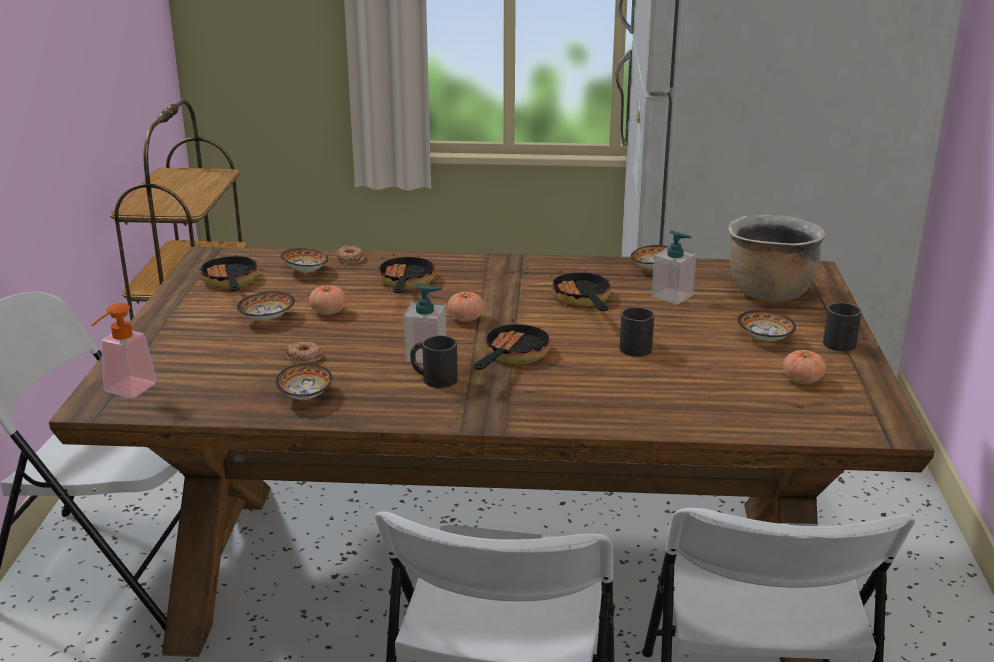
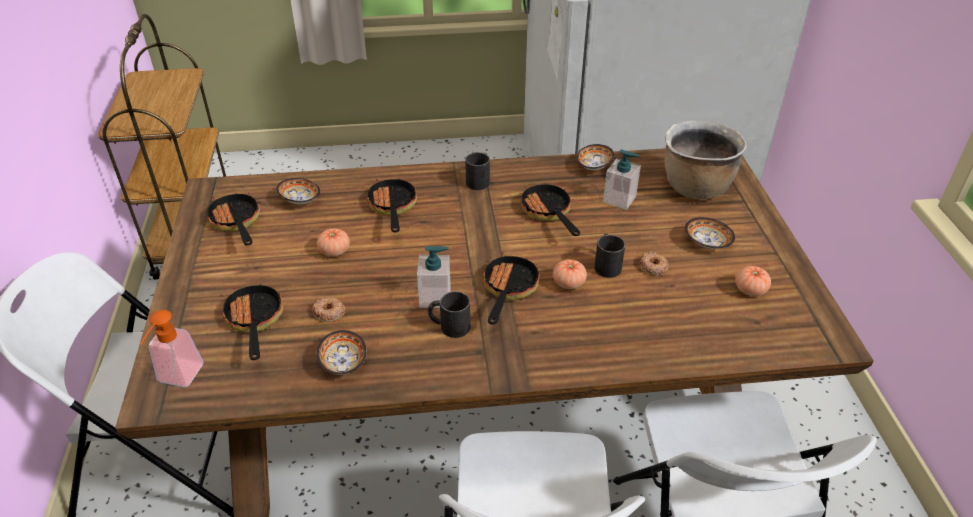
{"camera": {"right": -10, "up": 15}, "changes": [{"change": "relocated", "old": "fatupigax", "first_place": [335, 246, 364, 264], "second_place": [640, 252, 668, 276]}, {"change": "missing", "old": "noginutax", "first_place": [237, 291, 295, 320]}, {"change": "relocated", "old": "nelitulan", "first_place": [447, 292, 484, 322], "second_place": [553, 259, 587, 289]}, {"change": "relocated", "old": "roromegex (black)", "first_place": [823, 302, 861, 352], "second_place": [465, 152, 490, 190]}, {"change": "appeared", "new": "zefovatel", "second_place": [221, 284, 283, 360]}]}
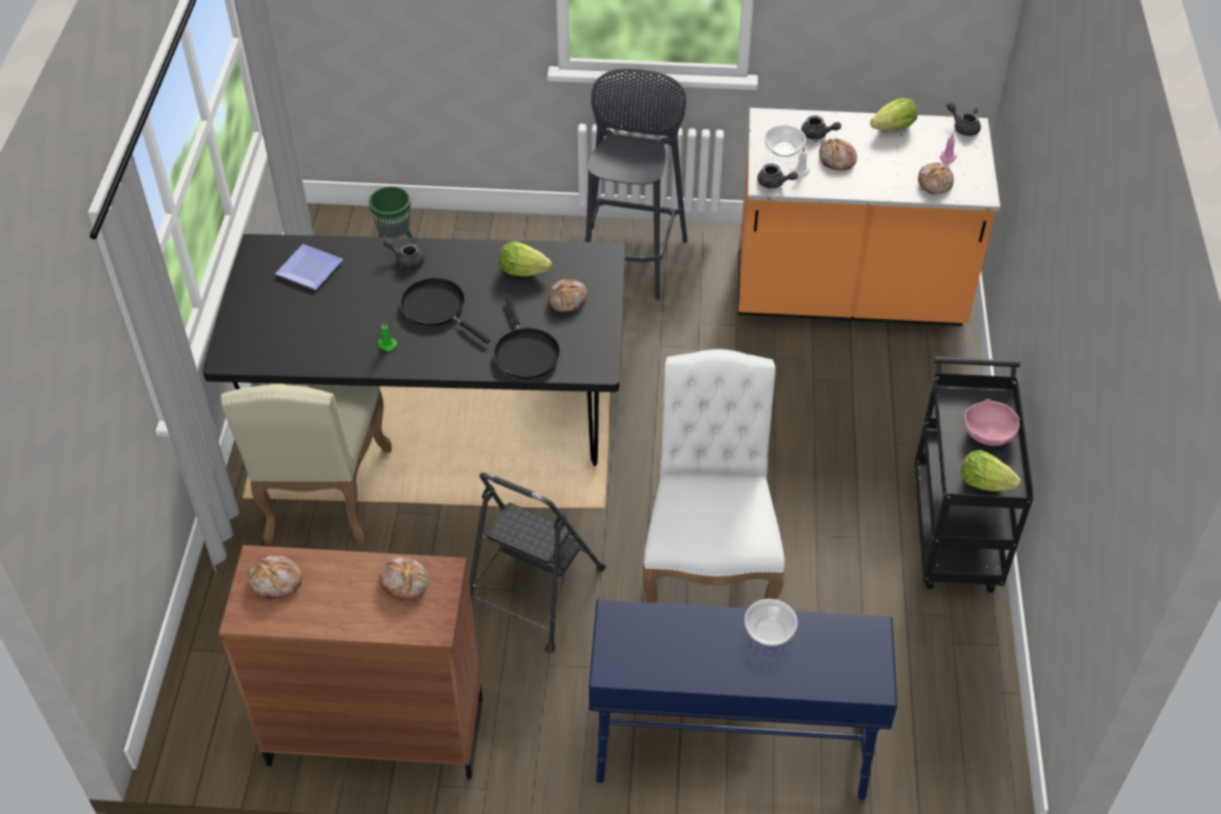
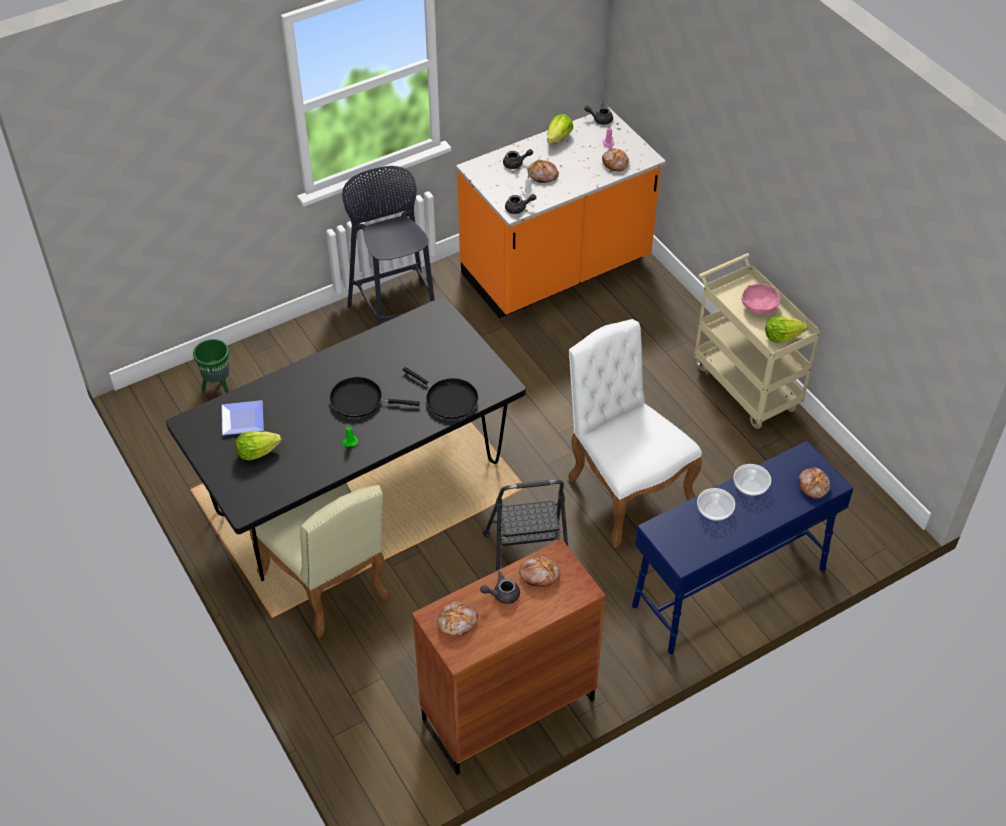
{"camera": {"right": -35, "up": 0}, "changes": [{"change": "relocated", "old": "noginutax", "first_place": [765, 125, 806, 157], "second_place": [697, 488, 735, 521]}, {"change": "relocated", "old": "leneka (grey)", "first_place": [383, 237, 424, 269], "second_place": [480, 571, 520, 604]}, {"change": "relocated", "old": "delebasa", "first_place": [499, 241, 552, 276], "second_place": [235, 431, 282, 461]}, {"change": "relocated", "old": "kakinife", "first_place": [548, 279, 588, 312], "second_place": [798, 468, 830, 499]}, {"change": "colour", "old": "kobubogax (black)", "new": "kobubogax (beige)", "first_place": [914, 357, 1033, 593], "second_place": [694, 253, 820, 429]}]}
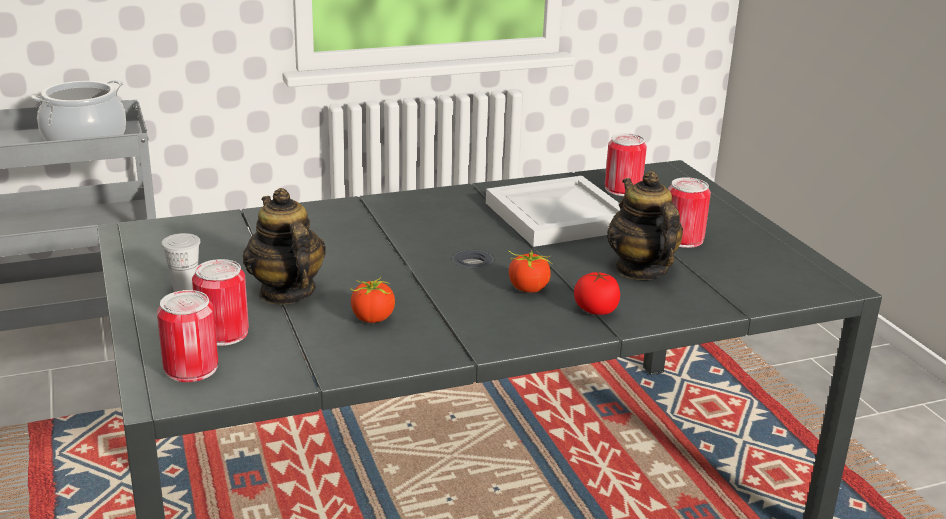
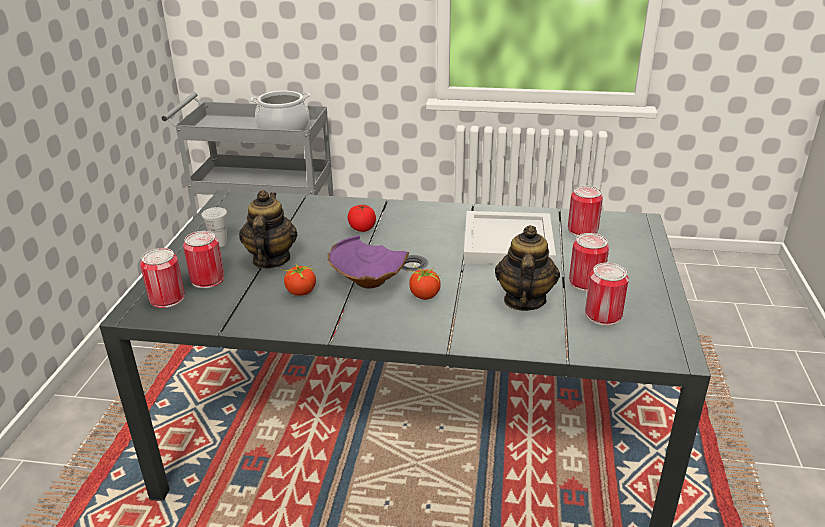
{"camera": {"right": 30, "up": 5}, "changes": [{"change": "relocated", "old": "nelitulan", "first_place": [574, 271, 620, 315], "second_place": [348, 205, 376, 232]}, {"change": "appeared", "new": "noginutax (purple)", "second_place": [327, 235, 409, 289]}, {"change": "appeared", "new": "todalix", "second_place": [585, 263, 629, 326]}]}
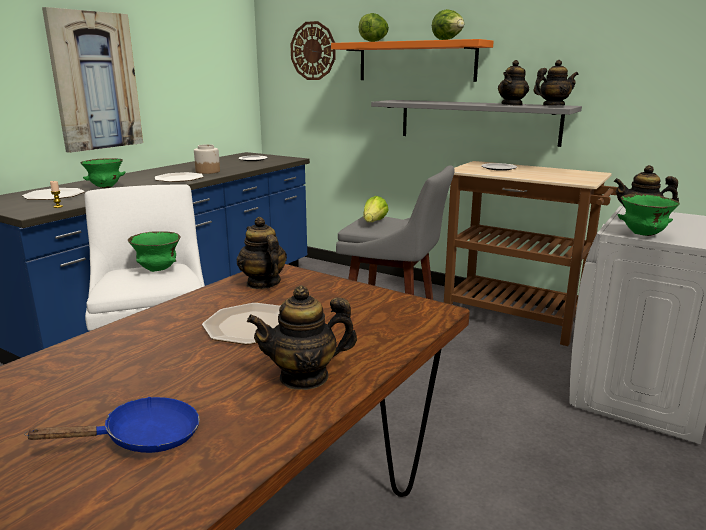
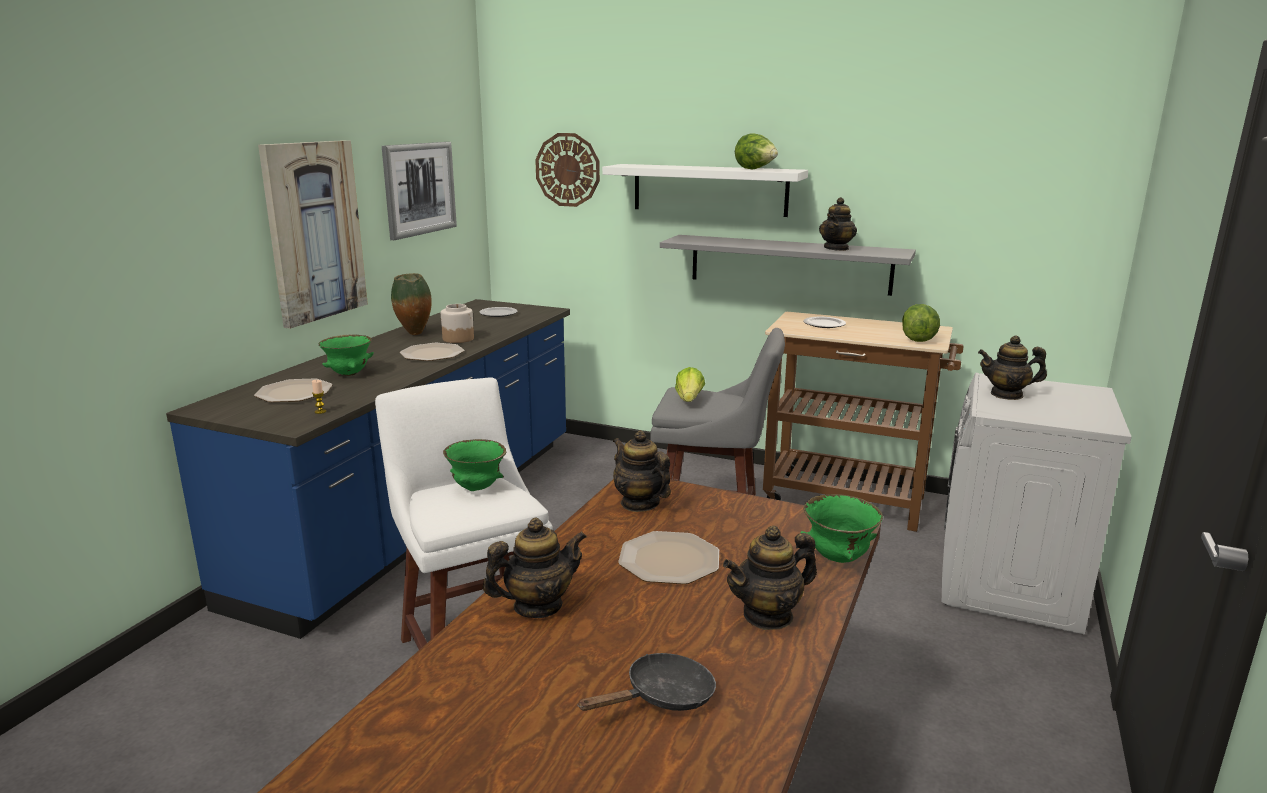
{"camera": {"right": -10, "up": 0}, "changes": [{"change": "relocated", "old": "delebasa", "first_place": [359, 13, 389, 42], "second_place": [902, 304, 940, 342]}, {"change": "colour", "old": "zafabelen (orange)", "new": "zafabelen (white)", "first_place": [331, 39, 494, 82], "second_place": [602, 164, 808, 217]}, {"change": "relocated", "old": "leneka", "first_place": [534, 60, 578, 106], "second_place": [483, 518, 587, 618]}, {"change": "relocated", "old": "noginutax (green)", "first_place": [618, 194, 680, 236], "second_place": [800, 494, 883, 563]}, {"change": "colour", "old": "zefovatel (blue)", "new": "zefovatel (black)", "first_place": [24, 397, 200, 453], "second_place": [577, 653, 716, 711]}, {"change": "appeared", "new": "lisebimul", "second_place": [382, 142, 457, 240]}, {"change": "appeared", "new": "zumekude", "second_place": [391, 273, 432, 335]}]}
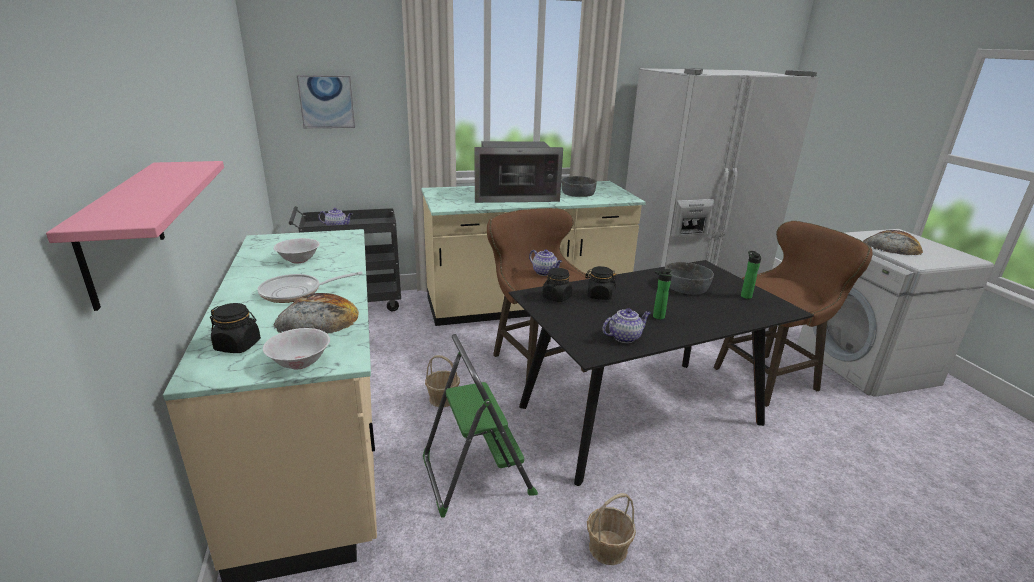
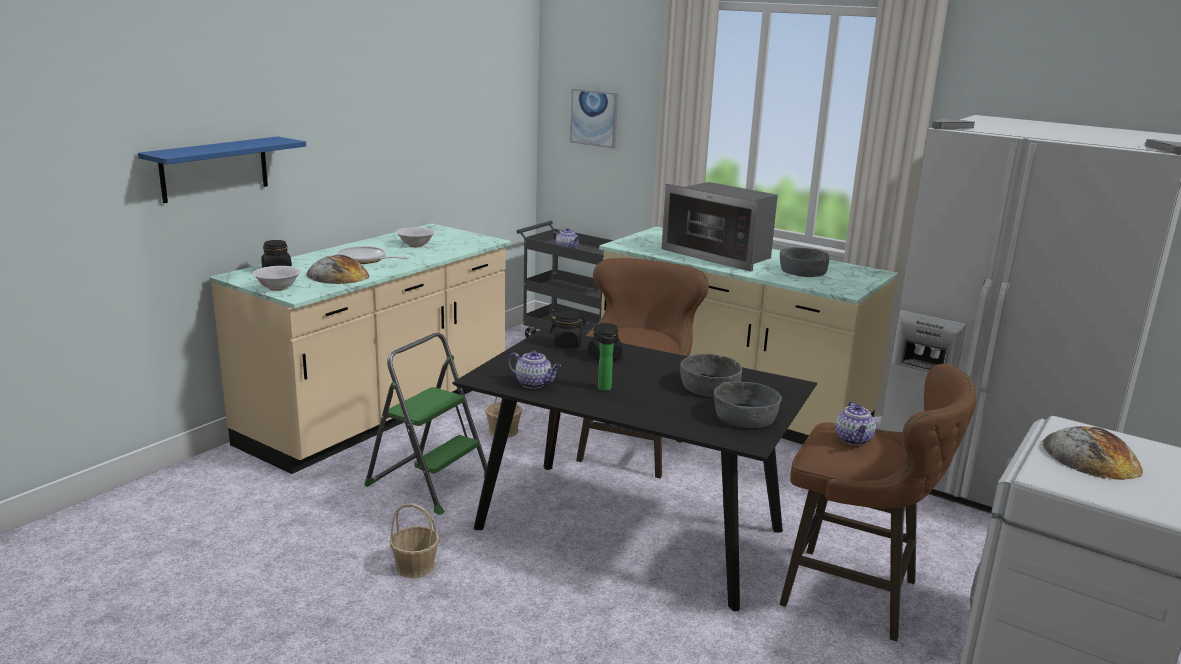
{"camera": {"right": 50, "up": -5}, "changes": [{"change": "colour", "old": "zafabelen (pink)", "new": "zafabelen (blue)", "first_place": [46, 161, 224, 311], "second_place": [138, 137, 306, 203]}, {"change": "relocated", "old": "leneka", "first_place": [529, 249, 562, 276], "second_place": [835, 401, 876, 445]}, {"change": "exchanged", "old": "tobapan", "new": "noginutax (grey)", "first_place": [741, 251, 761, 299], "second_place": [714, 381, 782, 428]}]}
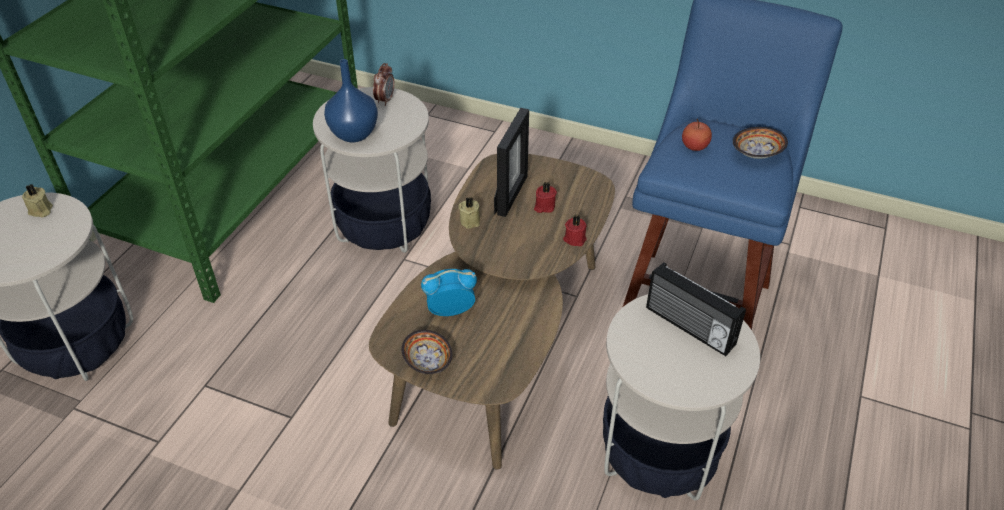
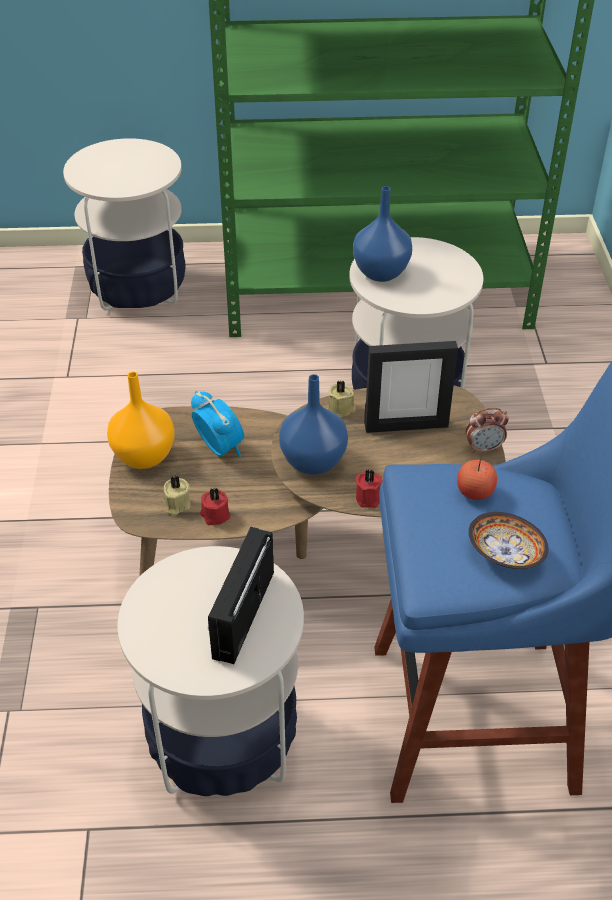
{"camera": {"right": 65, "up": 0}, "changes": [{"change": "relocated", "old": "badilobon", "first_place": [373, 63, 395, 106], "second_place": [466, 408, 509, 454]}, {"change": "relocated", "old": "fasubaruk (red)", "first_place": [534, 182, 557, 213], "second_place": [200, 488, 230, 525]}, {"change": "relocated", "old": "fasubaruk (beige)", "first_place": [22, 184, 53, 218], "second_place": [164, 476, 191, 515]}, {"change": "exchanged", "old": "noginutax", "new": "zumekude (orange)", "first_place": [401, 330, 452, 374], "second_place": [107, 372, 175, 469]}, {"change": "appeared", "new": "zumekude (blue)", "second_place": [279, 374, 348, 475]}]}
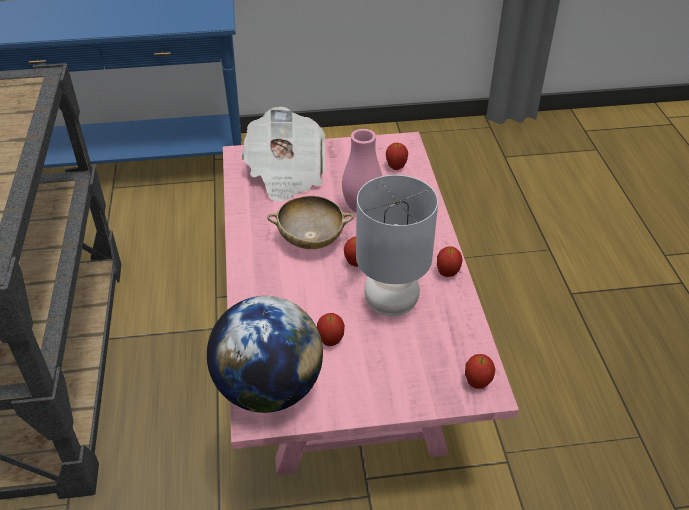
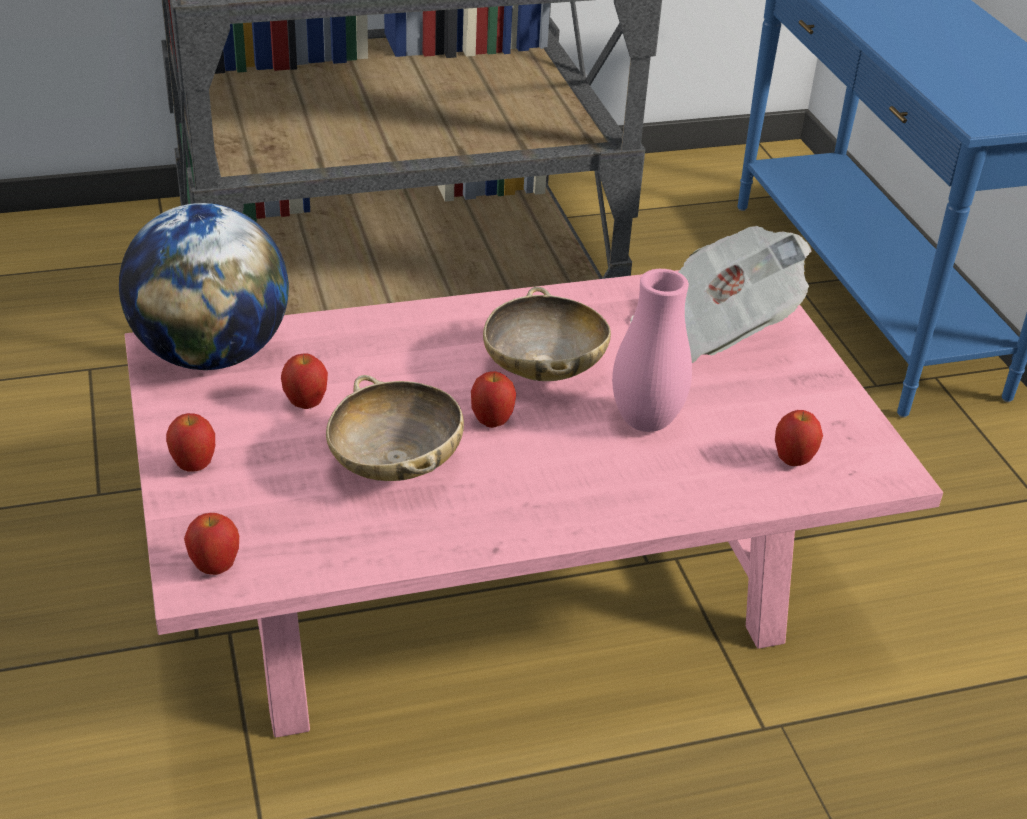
{"camera": {"right": 80, "up": -5}, "changes": [{"change": "exchanged", "old": "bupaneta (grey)", "new": "noginutax (beige)", "first_place": [356, 175, 438, 316], "second_place": [326, 375, 464, 481]}, {"change": "relocated", "old": "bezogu", "first_place": [437, 246, 462, 277], "second_place": [166, 413, 215, 472]}]}
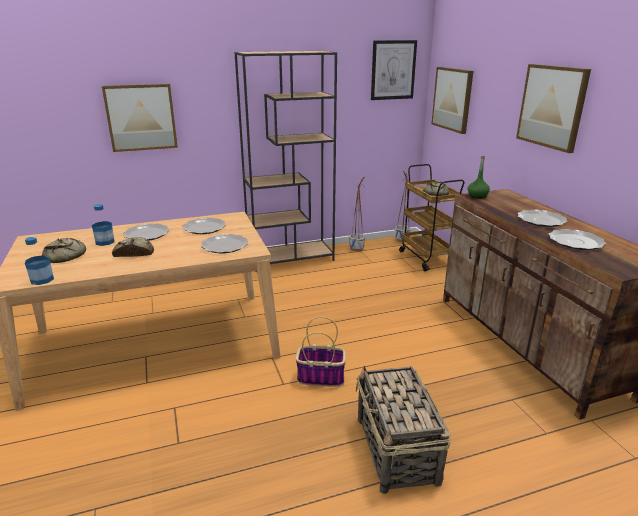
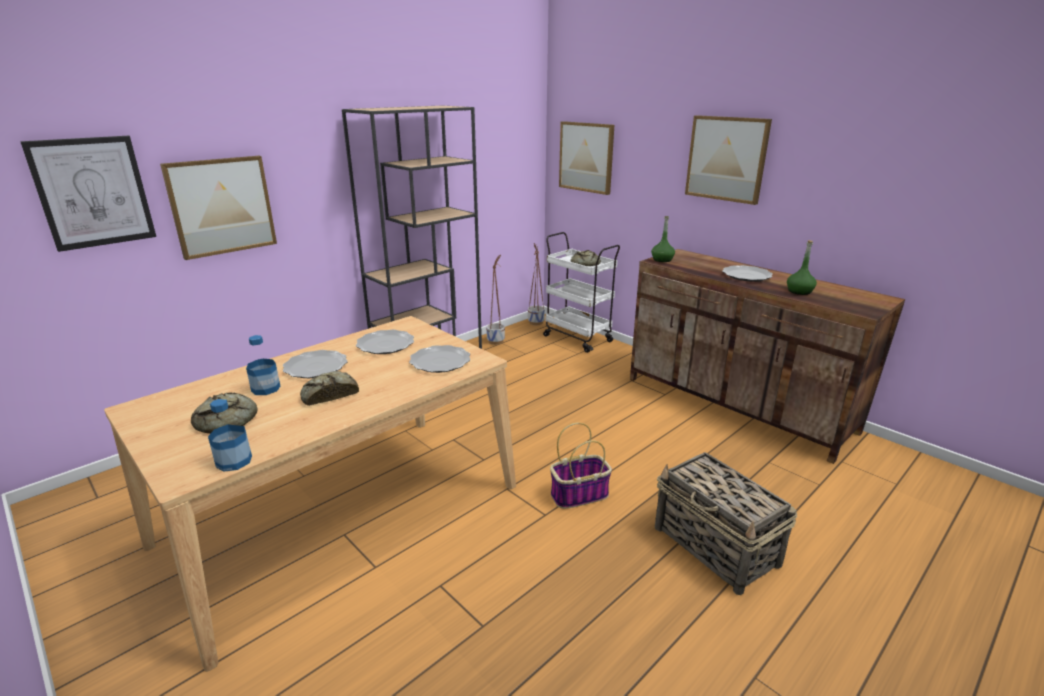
{"camera": {"right": -25, "up": 0}, "changes": [{"change": "relocated", "old": "lisebimul", "first_place": [371, 40, 417, 100], "second_place": [20, 136, 156, 252]}, {"change": "colour", "old": "kobubogax (brown)", "new": "kobubogax (white)", "first_place": [399, 164, 464, 271], "second_place": [543, 232, 620, 353]}, {"change": "exchanged", "old": "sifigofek", "new": "tobapan (green)", "first_place": [549, 229, 606, 250], "second_place": [787, 240, 817, 295]}]}
